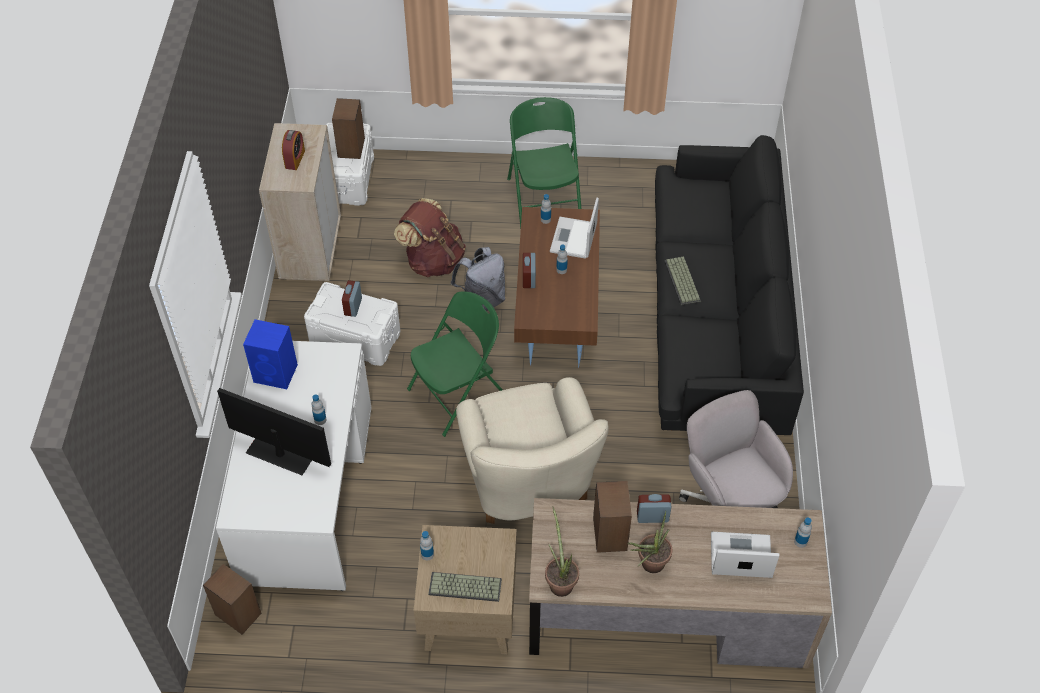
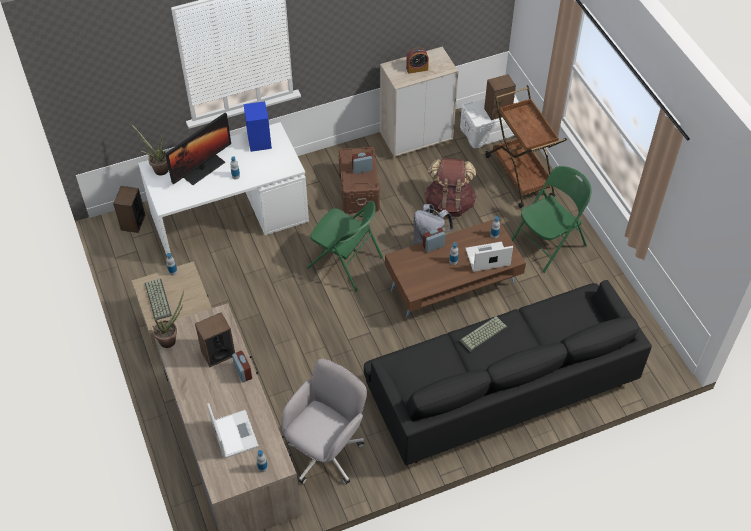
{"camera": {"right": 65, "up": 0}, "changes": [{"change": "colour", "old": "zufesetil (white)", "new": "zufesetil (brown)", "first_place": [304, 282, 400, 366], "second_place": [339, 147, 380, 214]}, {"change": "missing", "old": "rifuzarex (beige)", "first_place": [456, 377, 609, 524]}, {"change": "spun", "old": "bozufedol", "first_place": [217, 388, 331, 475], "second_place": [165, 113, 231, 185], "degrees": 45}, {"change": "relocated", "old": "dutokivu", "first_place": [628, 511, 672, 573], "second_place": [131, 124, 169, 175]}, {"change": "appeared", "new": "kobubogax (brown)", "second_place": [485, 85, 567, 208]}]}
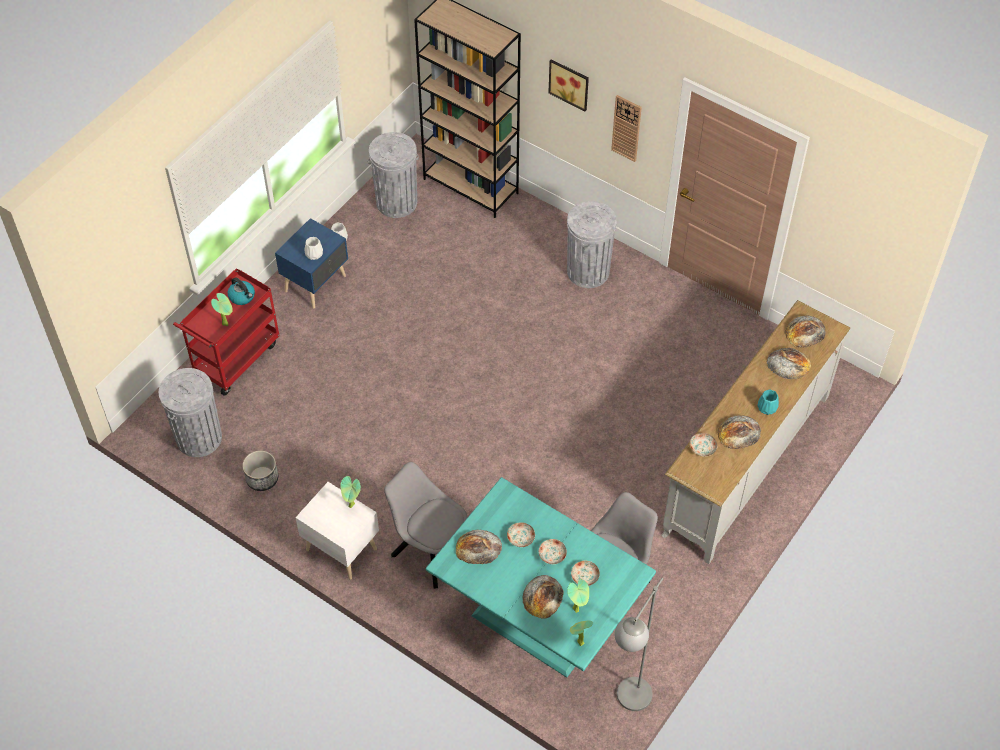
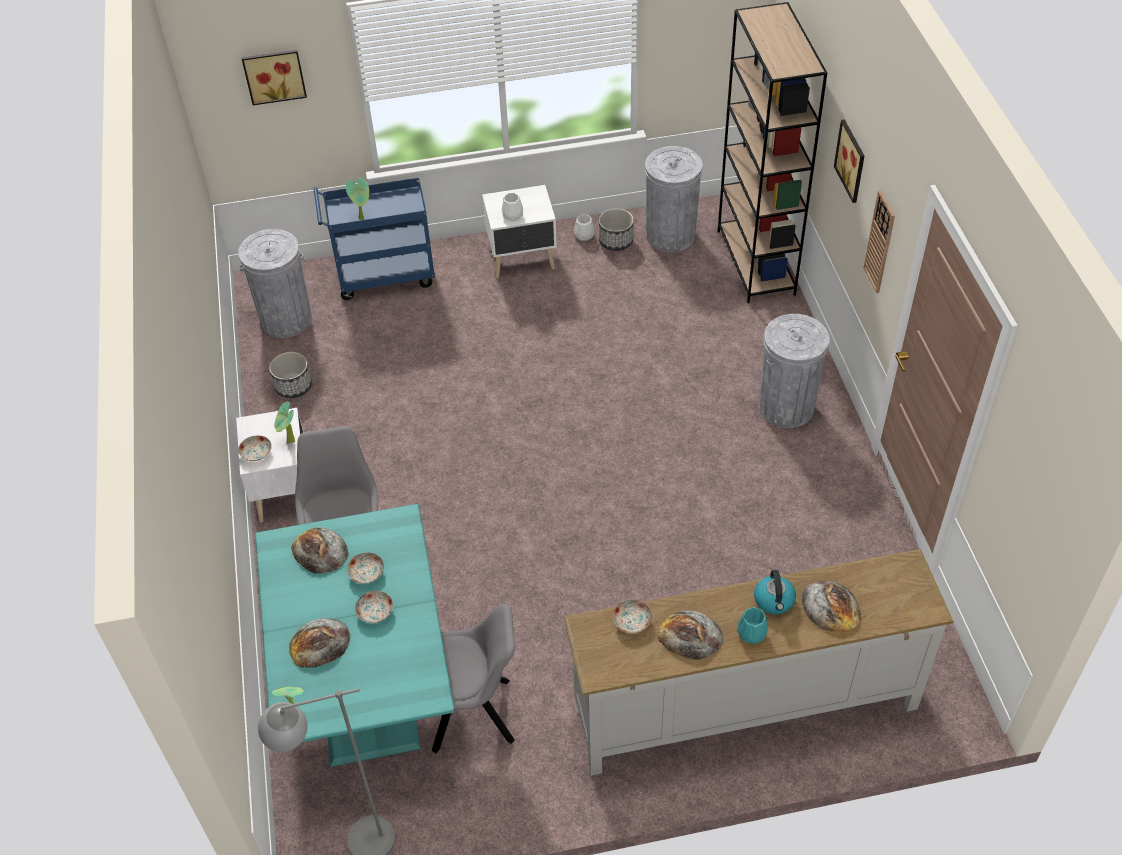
{"camera": {"right": 45, "up": -5}, "changes": [{"change": "colour", "old": "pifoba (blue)", "new": "pifoba (white)", "first_place": [275, 218, 348, 309], "second_place": [482, 185, 557, 278]}, {"change": "colour", "old": "kobubogax (red)", "new": "kobubogax (blue)", "first_place": [173, 268, 279, 396], "second_place": [313, 178, 435, 300]}, {"change": "relocated", "old": "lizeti", "first_place": [228, 277, 255, 305], "second_place": [754, 570, 796, 614]}, {"change": "missing", "old": "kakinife", "first_place": [785, 316, 826, 347]}, {"change": "relocated", "old": "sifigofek", "first_place": [571, 561, 600, 586], "second_place": [238, 435, 272, 461]}, {"change": "missing", "old": "dutokivu", "first_place": [567, 579, 589, 613]}, {"change": "appeared", "new": "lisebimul", "second_place": [242, 50, 307, 105]}, {"change": "appeared", "new": "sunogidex", "second_place": [599, 208, 634, 251]}]}
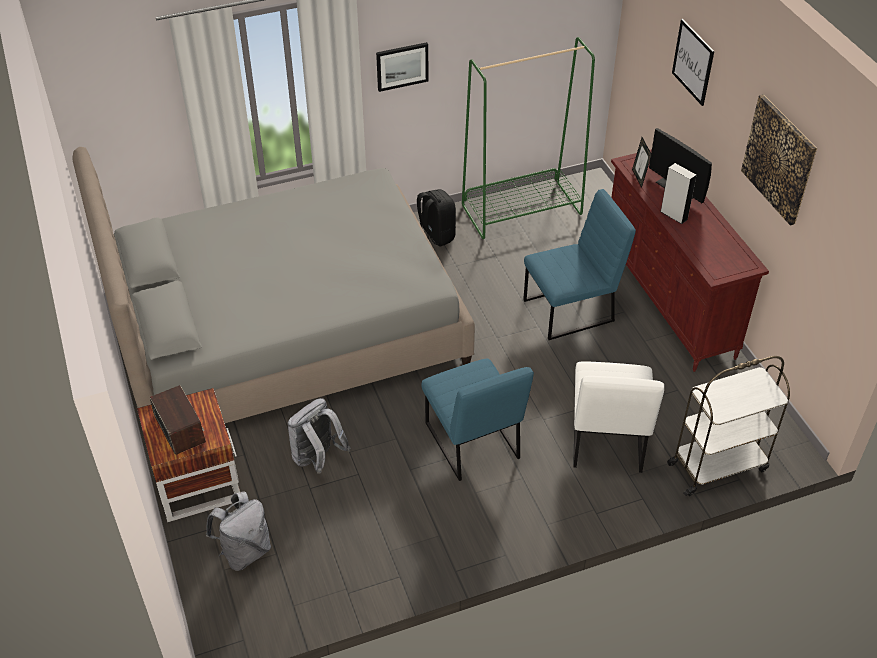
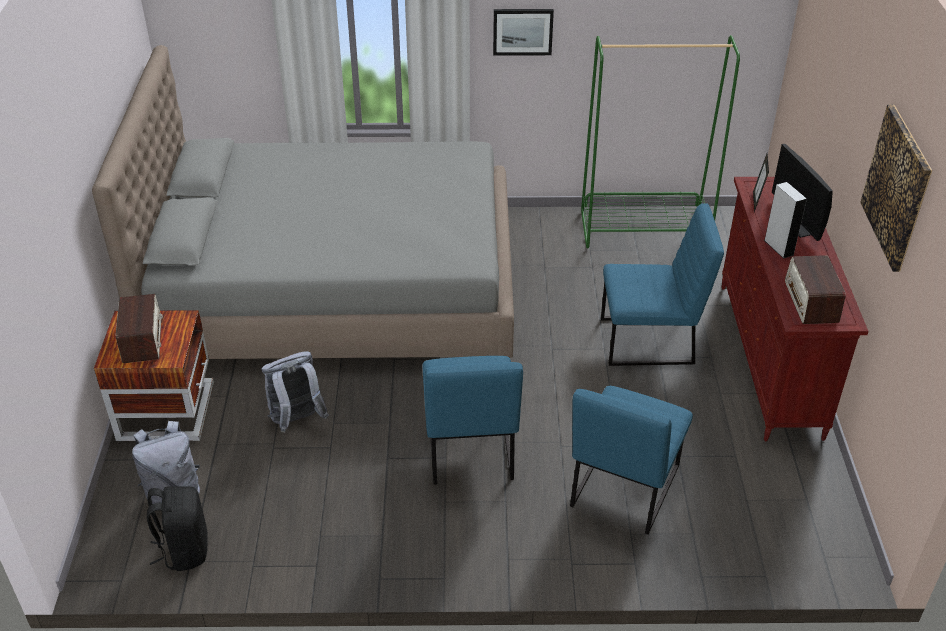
{"camera": {"right": 20, "up": -5}, "changes": [{"change": "missing", "old": "lisebimul", "first_place": [672, 19, 714, 106]}, {"change": "relocated", "old": "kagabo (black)", "first_place": [417, 189, 456, 246], "second_place": [147, 487, 208, 571]}, {"change": "missing", "old": "kobubogax (white)", "first_place": [667, 356, 790, 496]}, {"change": "colour", "old": "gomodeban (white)", "new": "gomodeban (blue)", "first_place": [573, 361, 664, 473], "second_place": [570, 386, 693, 534]}, {"change": "appeared", "new": "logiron", "second_place": [785, 255, 846, 324]}]}
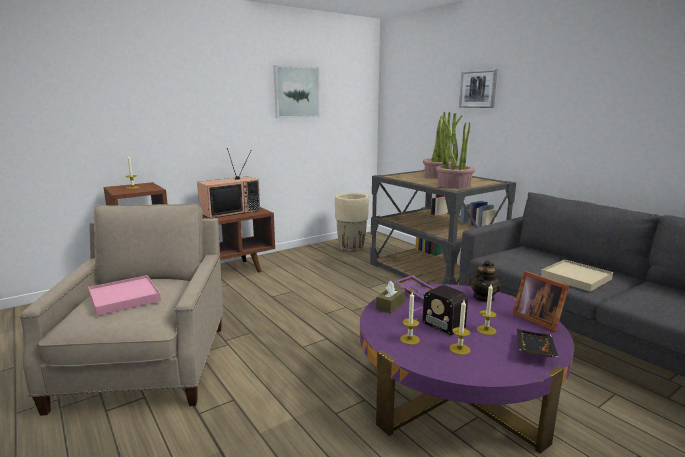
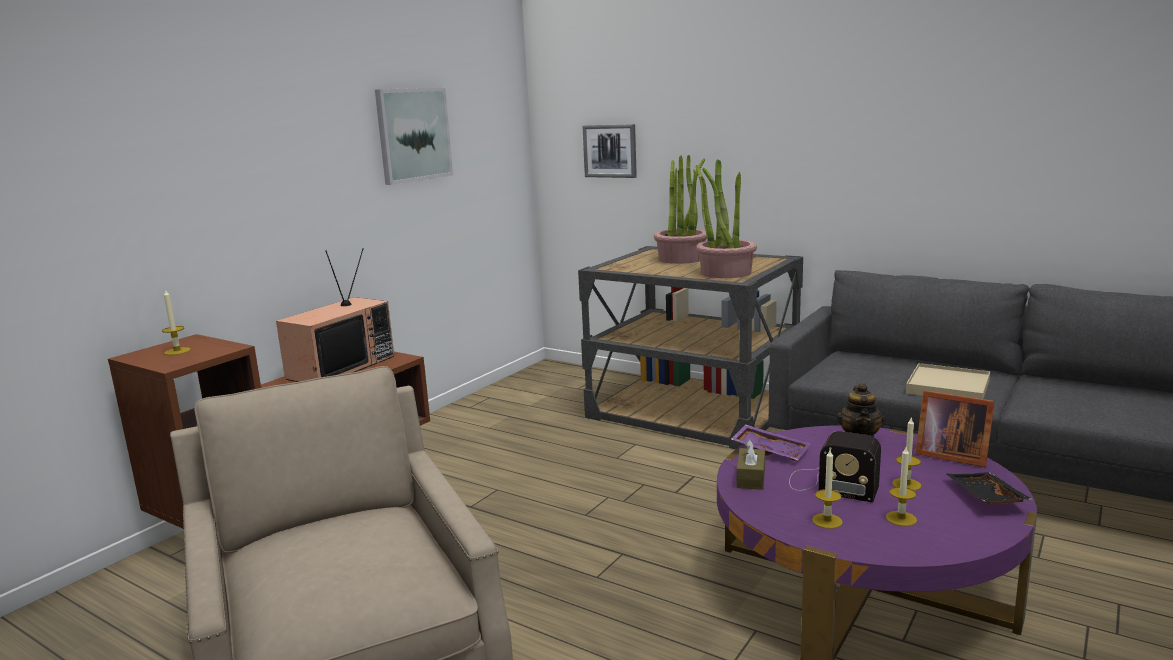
{"camera": {"right": -20, "up": 0}, "changes": [{"change": "relocated", "old": "lisebimul", "first_place": [459, 69, 497, 108], "second_place": [583, 124, 637, 178]}, {"change": "missing", "old": "sunogidex (beige)", "first_place": [335, 193, 369, 252]}, {"change": "missing", "old": "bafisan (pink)", "first_place": [88, 275, 161, 316]}]}
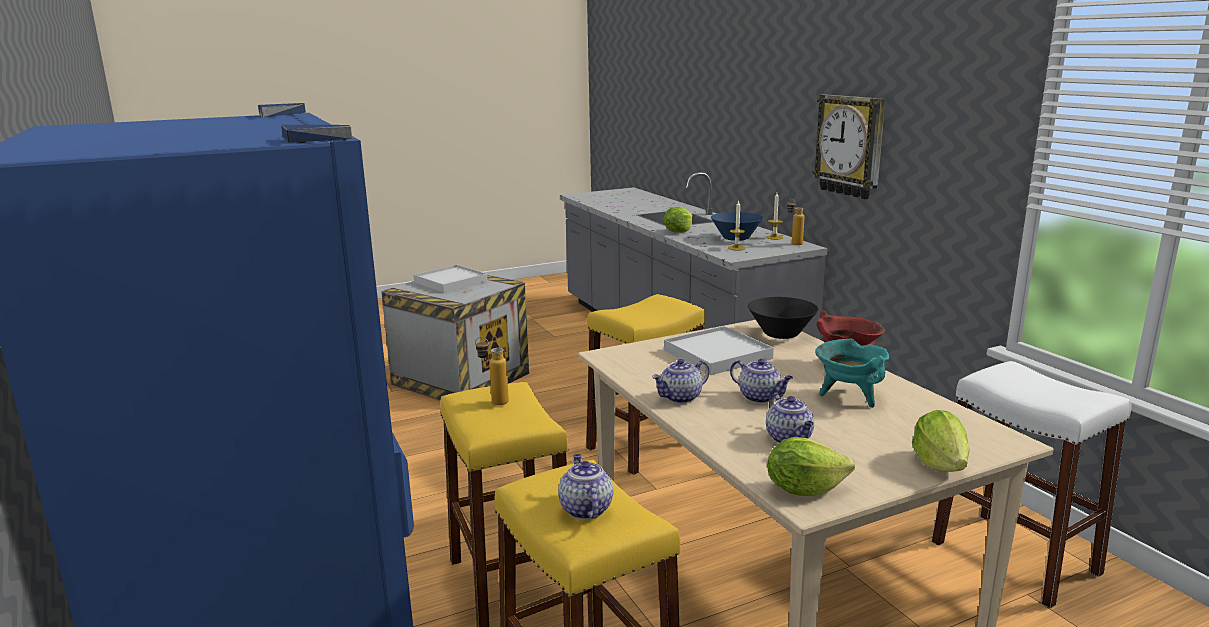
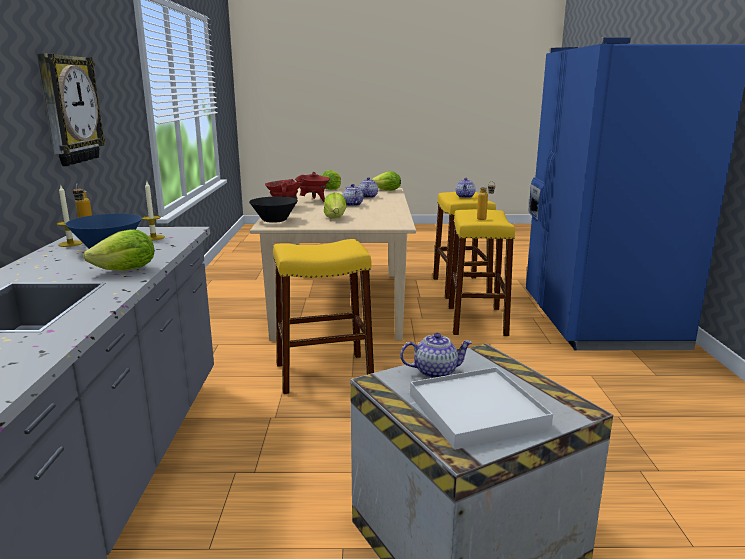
{"camera": {"right": -155, "up": 0}, "changes": [{"change": "exchanged", "old": "bafisan (white)", "new": "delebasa", "first_place": [664, 326, 774, 375], "second_place": [324, 193, 347, 219]}, {"change": "colour", "old": "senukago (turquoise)", "new": "senukago (red)", "first_place": [815, 338, 889, 408], "second_place": [295, 172, 330, 202]}, {"change": "relocated", "old": "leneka", "first_place": [652, 359, 710, 403], "second_place": [400, 333, 473, 378]}, {"change": "missing", "old": "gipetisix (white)", "first_place": [931, 361, 1132, 608]}]}
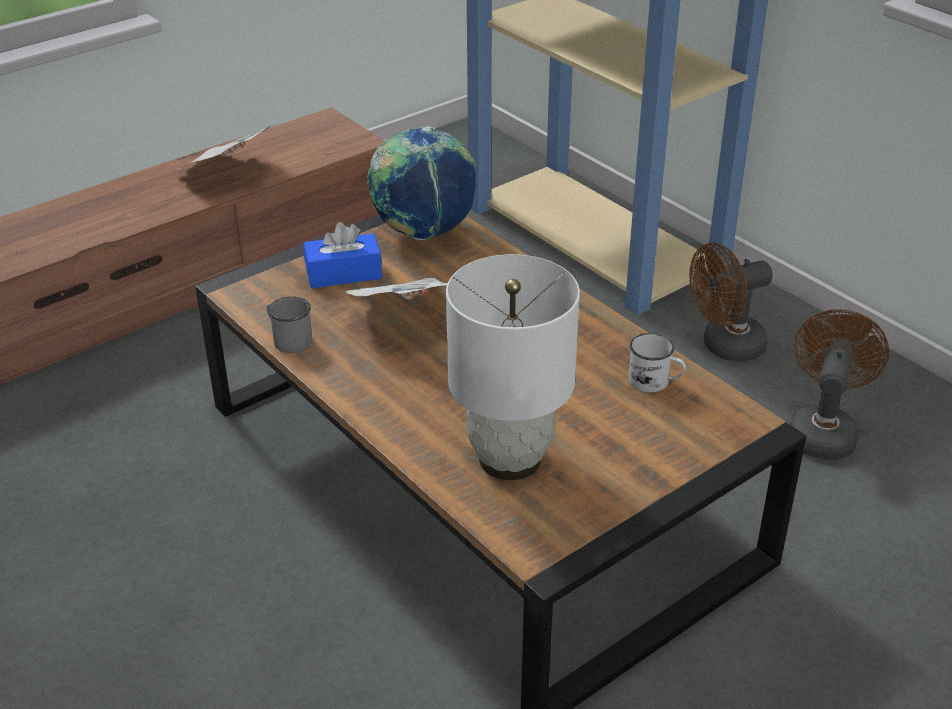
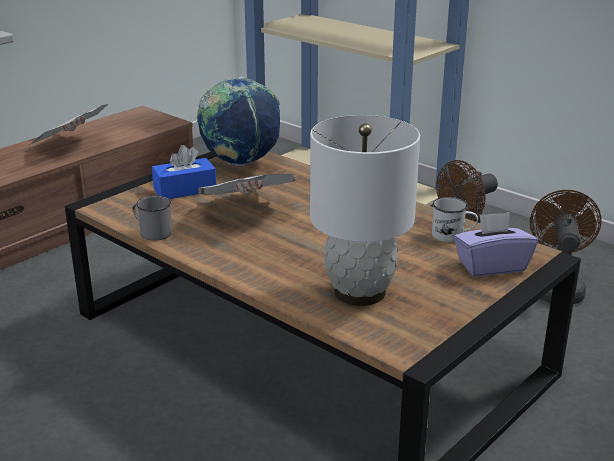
{"camera": {"right": -10, "up": -10}, "changes": [{"change": "appeared", "new": "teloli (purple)", "second_place": [454, 212, 538, 277]}]}
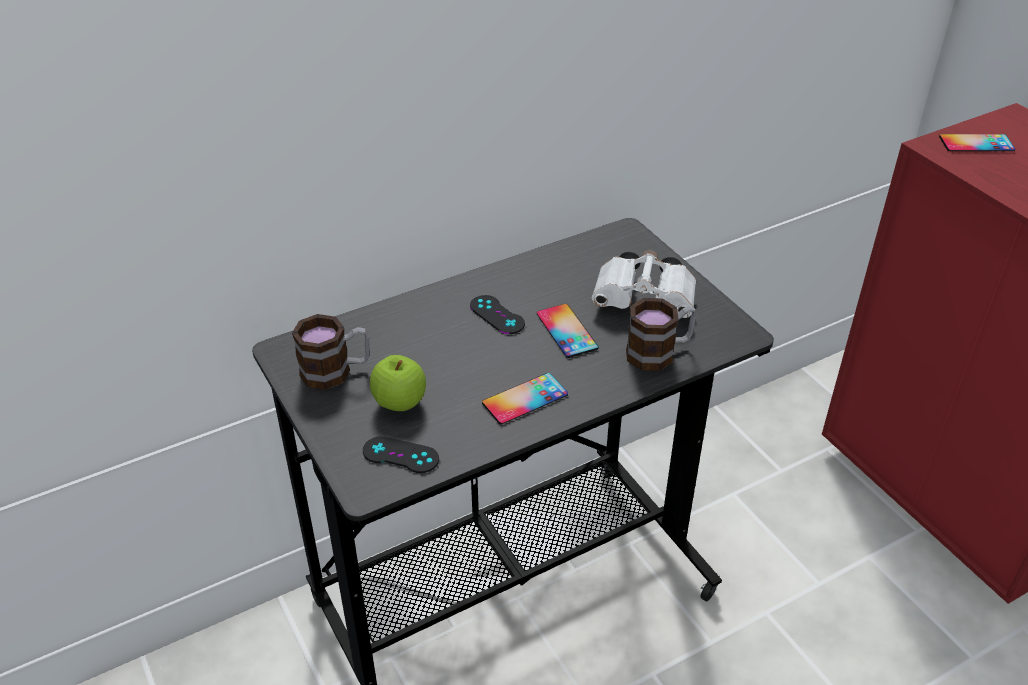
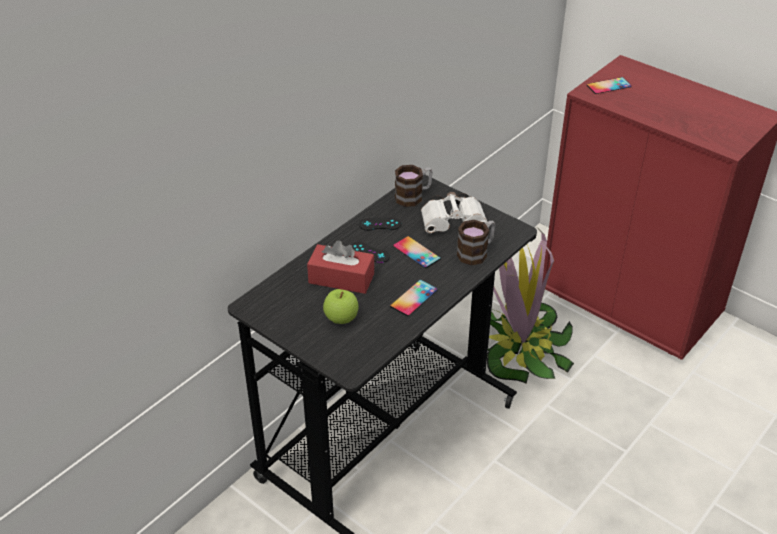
{"camera": {"right": -20, "up": 0}, "changes": [{"change": "relocated", "old": "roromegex", "first_place": [292, 314, 370, 390], "second_place": [395, 165, 433, 207]}, {"change": "relocated", "old": "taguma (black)", "first_place": [363, 436, 439, 473], "second_place": [359, 217, 401, 231]}, {"change": "appeared", "new": "dutokivu", "second_place": [467, 230, 574, 384]}, {"change": "appeared", "new": "teloli (red)", "second_place": [307, 240, 374, 294]}]}
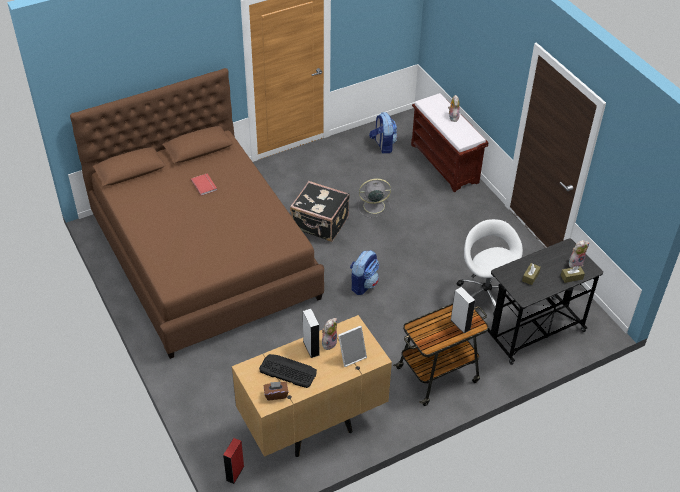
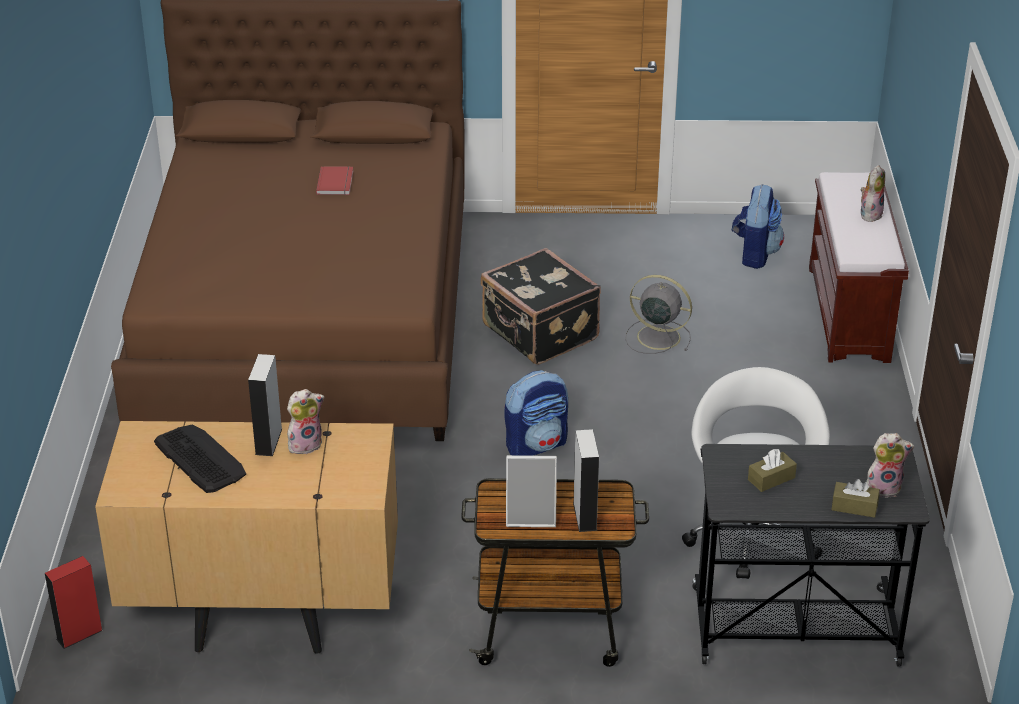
{"camera": {"right": 30, "up": -10}, "changes": [{"change": "relocated", "old": "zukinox", "first_place": [338, 326, 367, 367], "second_place": [506, 455, 557, 527]}, {"change": "missing", "old": "teloli (brown)", "first_place": [264, 381, 288, 400]}]}
